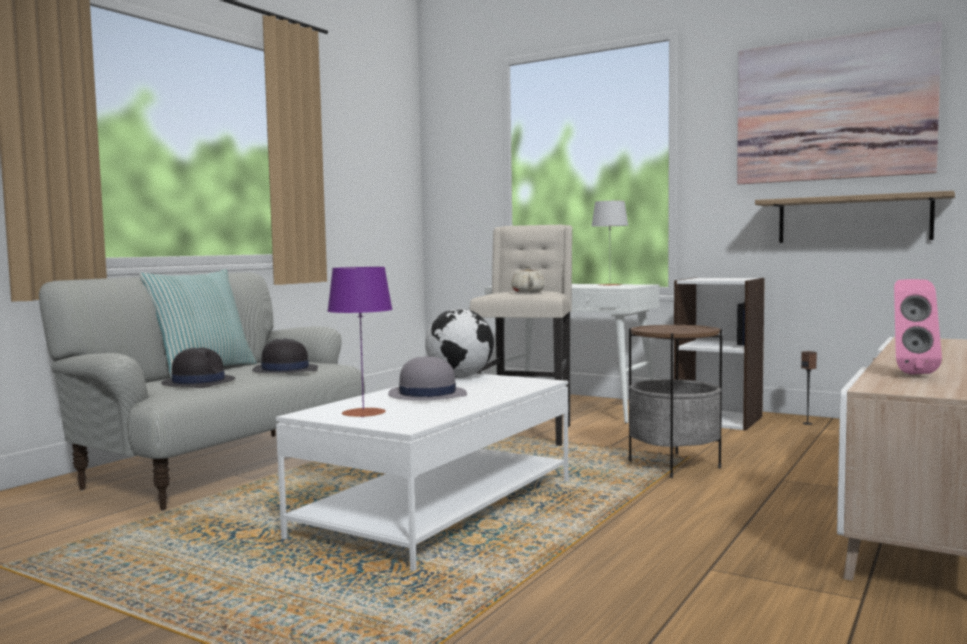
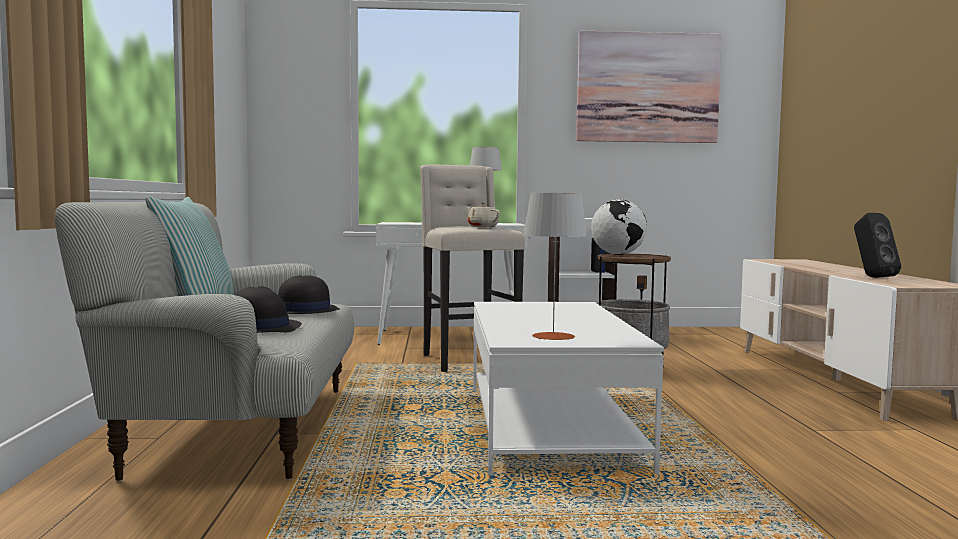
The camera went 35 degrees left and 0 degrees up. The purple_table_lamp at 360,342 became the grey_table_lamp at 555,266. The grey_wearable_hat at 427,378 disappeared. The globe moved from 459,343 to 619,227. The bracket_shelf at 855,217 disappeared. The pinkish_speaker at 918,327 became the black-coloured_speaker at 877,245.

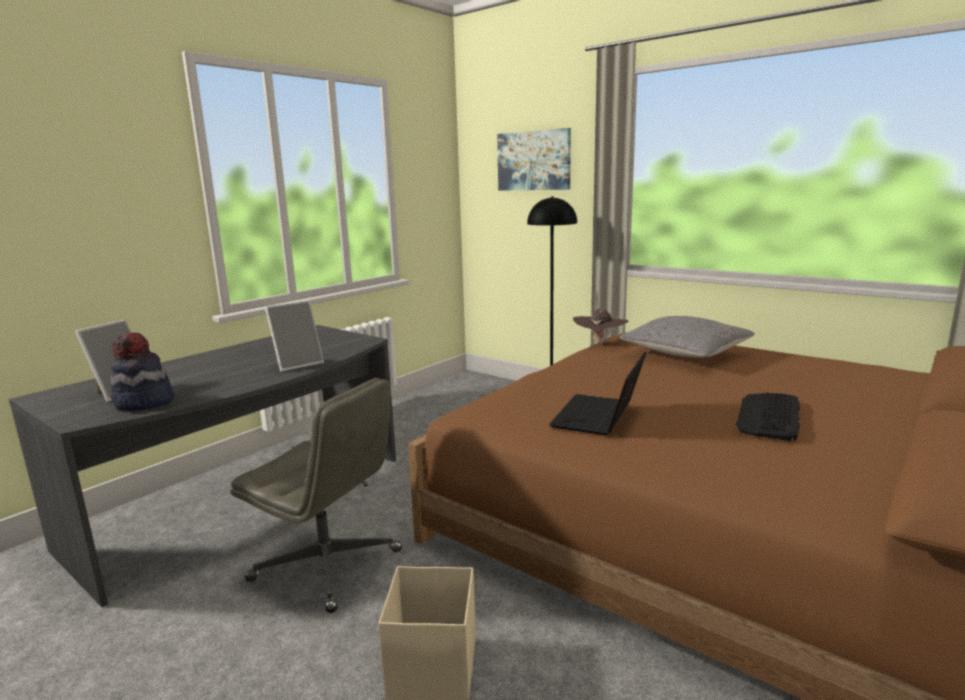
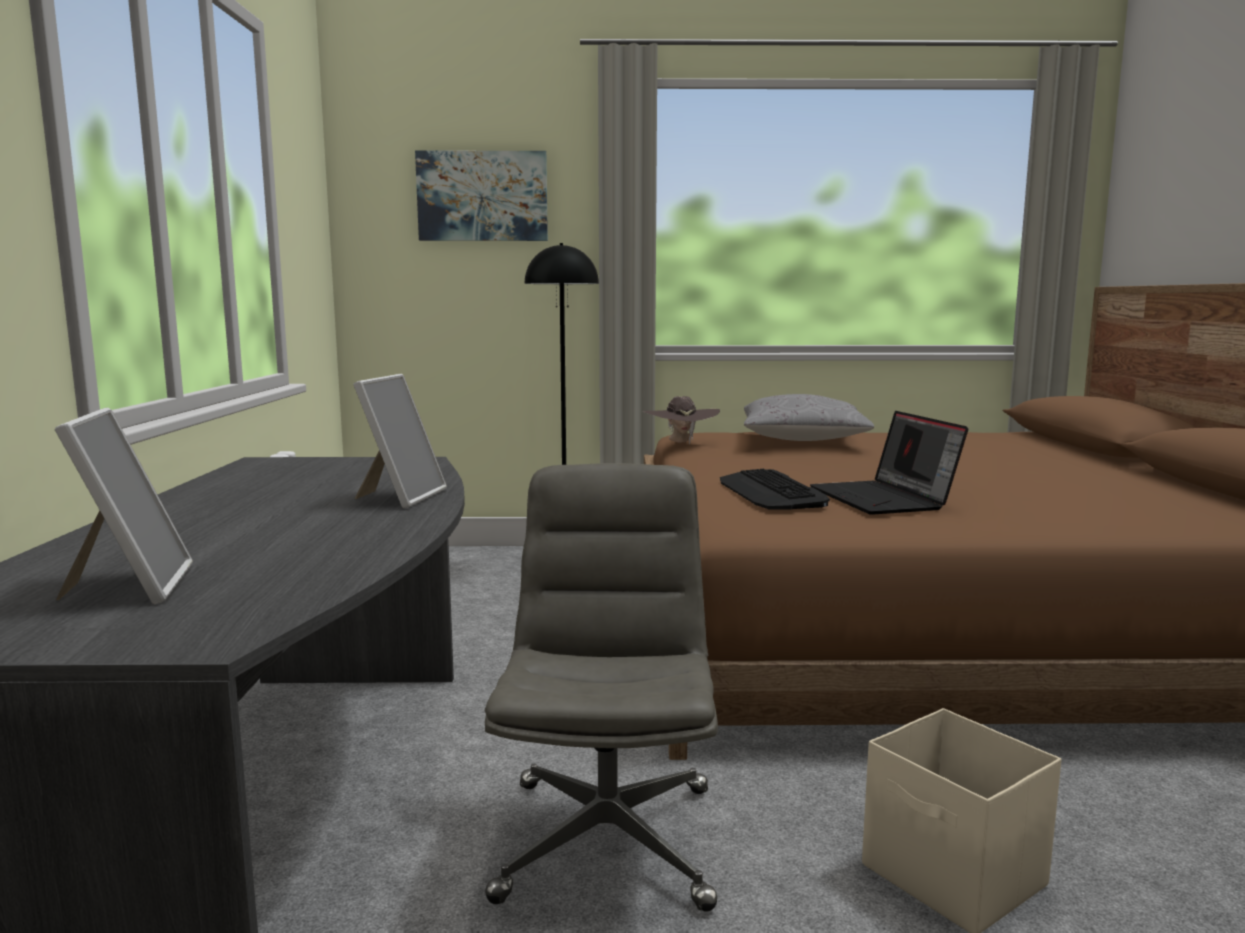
The camera went 40 degrees left and 5 degrees down. The wearable_hat at 142,371 disappeared. The grey_office_chair at 316,495 turned 75 degrees counterclockwise. The computer_keyboard moved from 768,416 to 775,489.

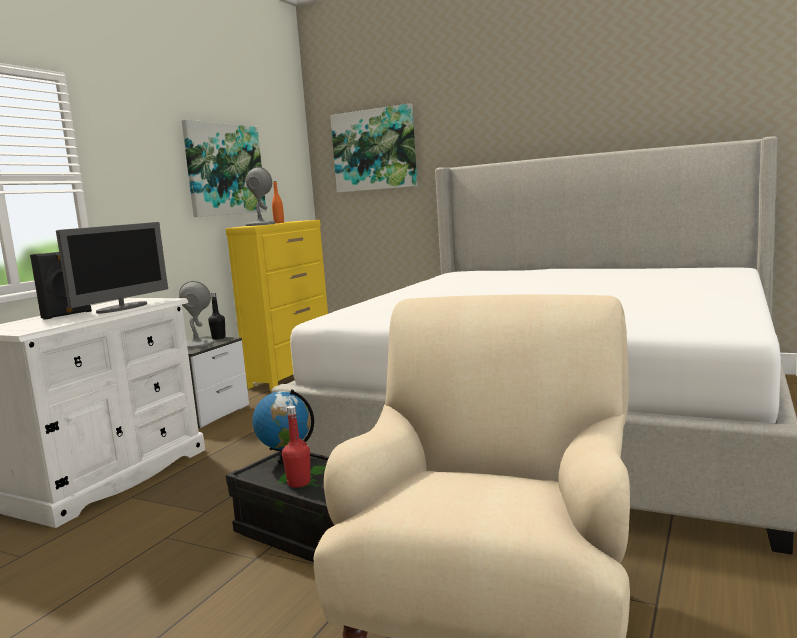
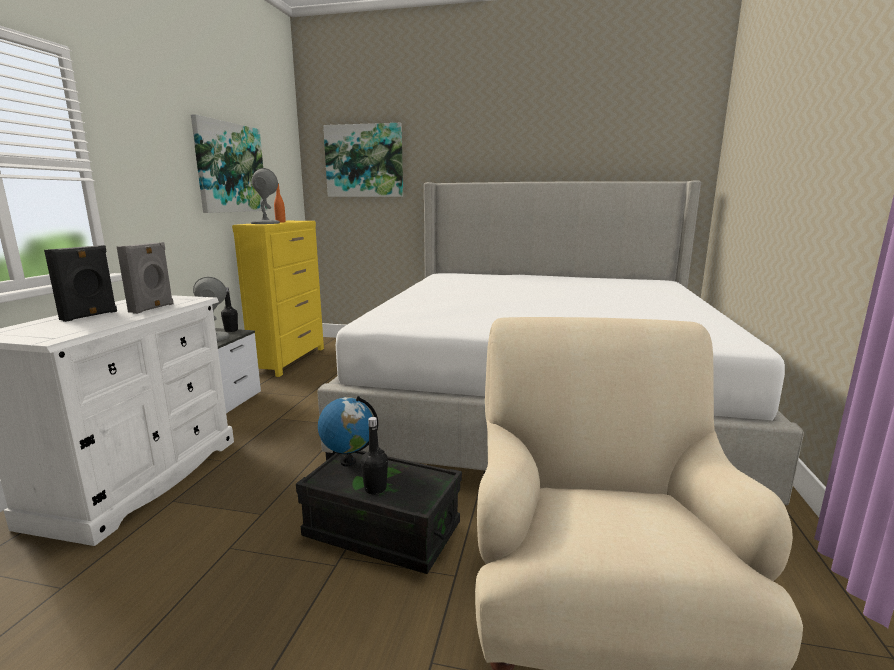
The camera went 15 degrees left and 5 degrees up. The computer_screen at 112,268 was replaced by the grey_speaker at 145,278. The red-coloured_beverage_bottle at 296,447 became the black-coloured_beverage_bottle at 374,456.

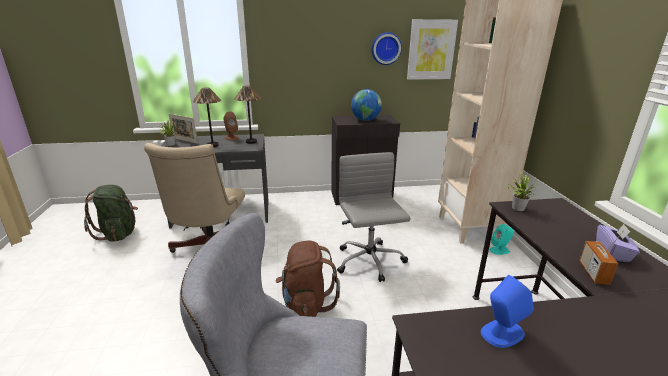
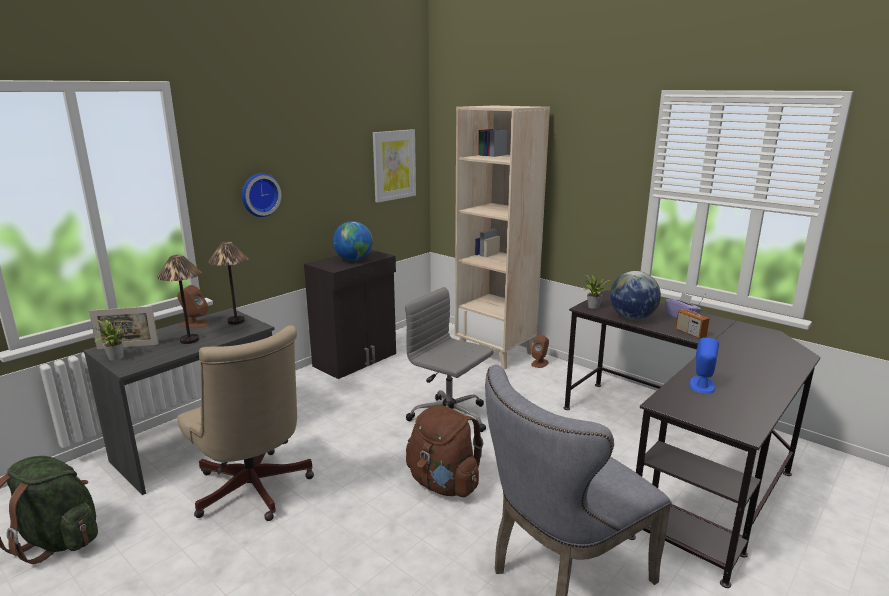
The camera went 40 degrees left and 5 degrees down. The hanging_clock moved from 387,48 to 261,195. The turquoise_speaker at 501,239 became the brown-coloured_speaker at 540,351. The globe at 635,295 appeared.

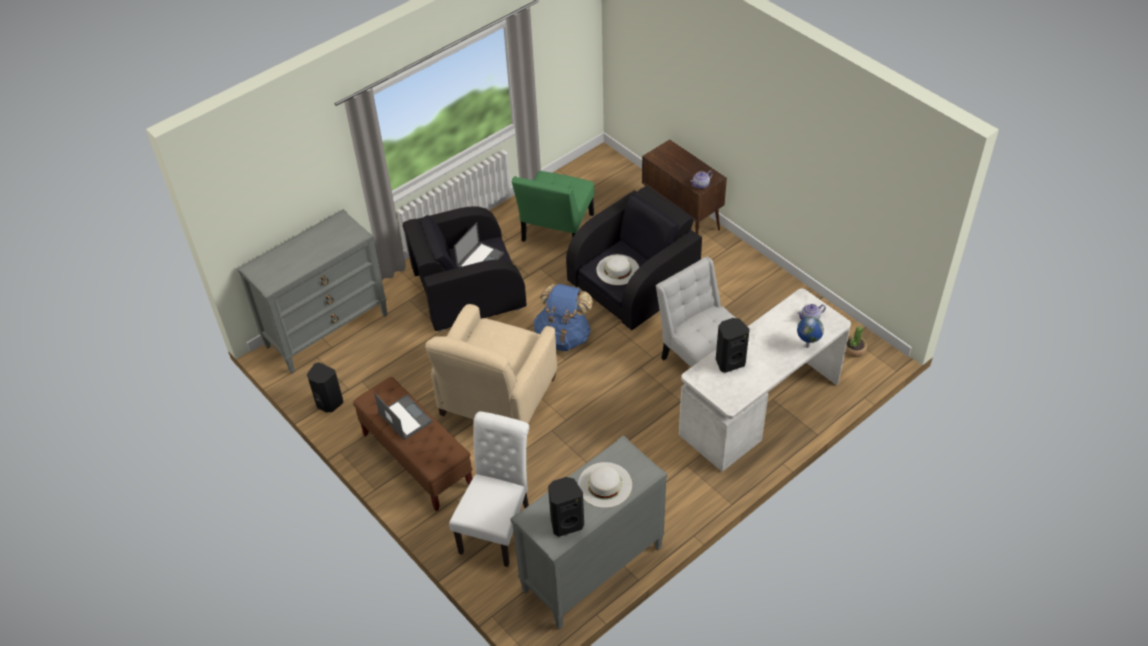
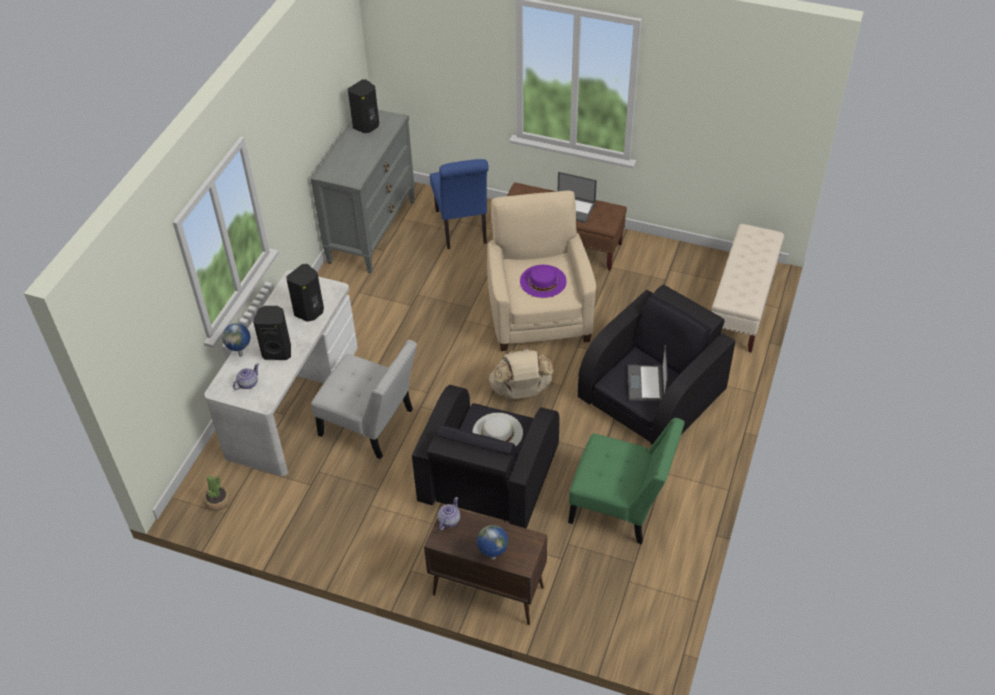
The camera went 150 degrees right and 0 degrees up. The grey_chest_of_drawers at 312,291 was replaced by the sand-coloured_long_seat at 748,288. The black-coloured_speaker moved from 325,387 to 272,333. The whitish_plain_chair at 489,489 became the blue_plain_chair at 459,204. The green_plain_chair at 553,206 turned 120 degrees clockwise. The blue_backpack at 563,317 became the sand-coloured_backpack at 521,373. The whitish_wearable_hat at 605,485 disappeared. The globe at 492,542 appeared. The purple_wearable_hat at 543,281 appeared.

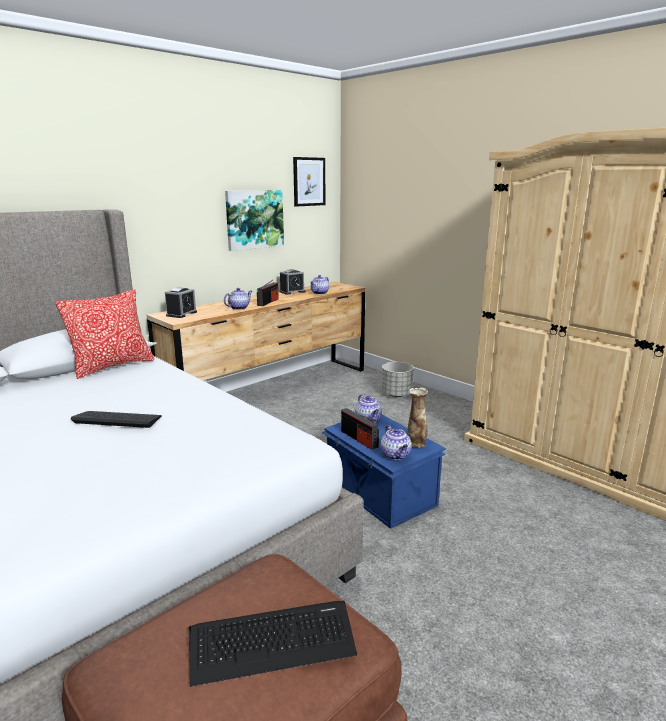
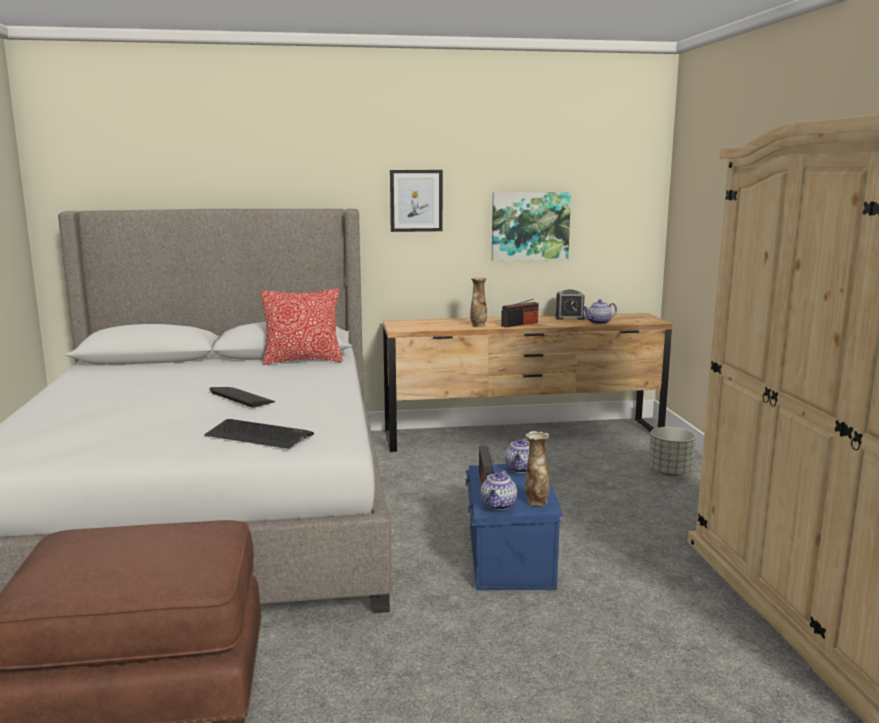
The camera went 35 degrees right and 5 degrees down. The table_clock at 181,302 disappeared. The computer_keyboard moved from 273,644 to 259,434. The pot_for_tea at 238,299 was replaced by the vase at 478,302. The wall_art moved from 309,182 to 416,201.

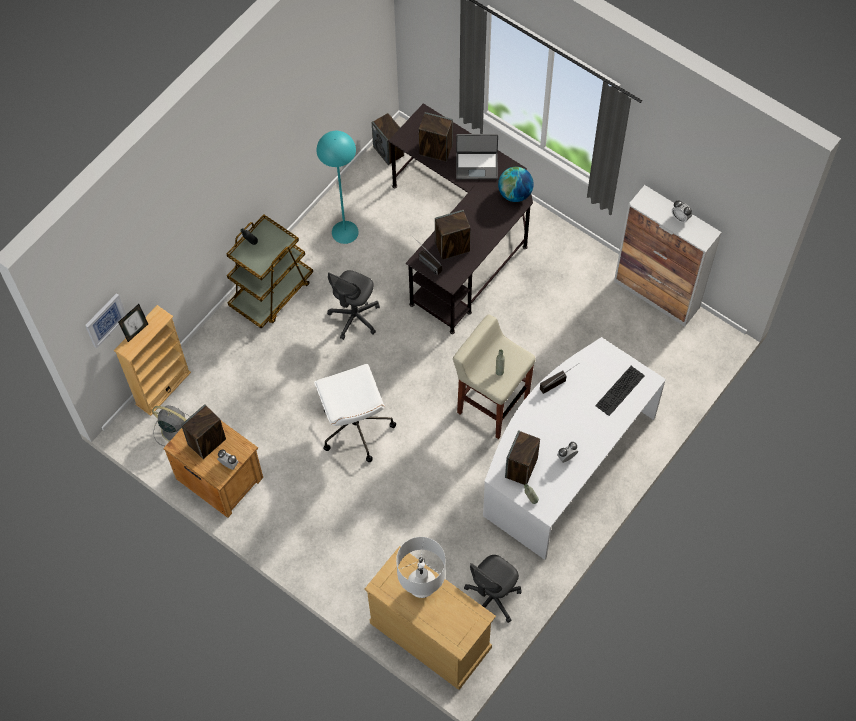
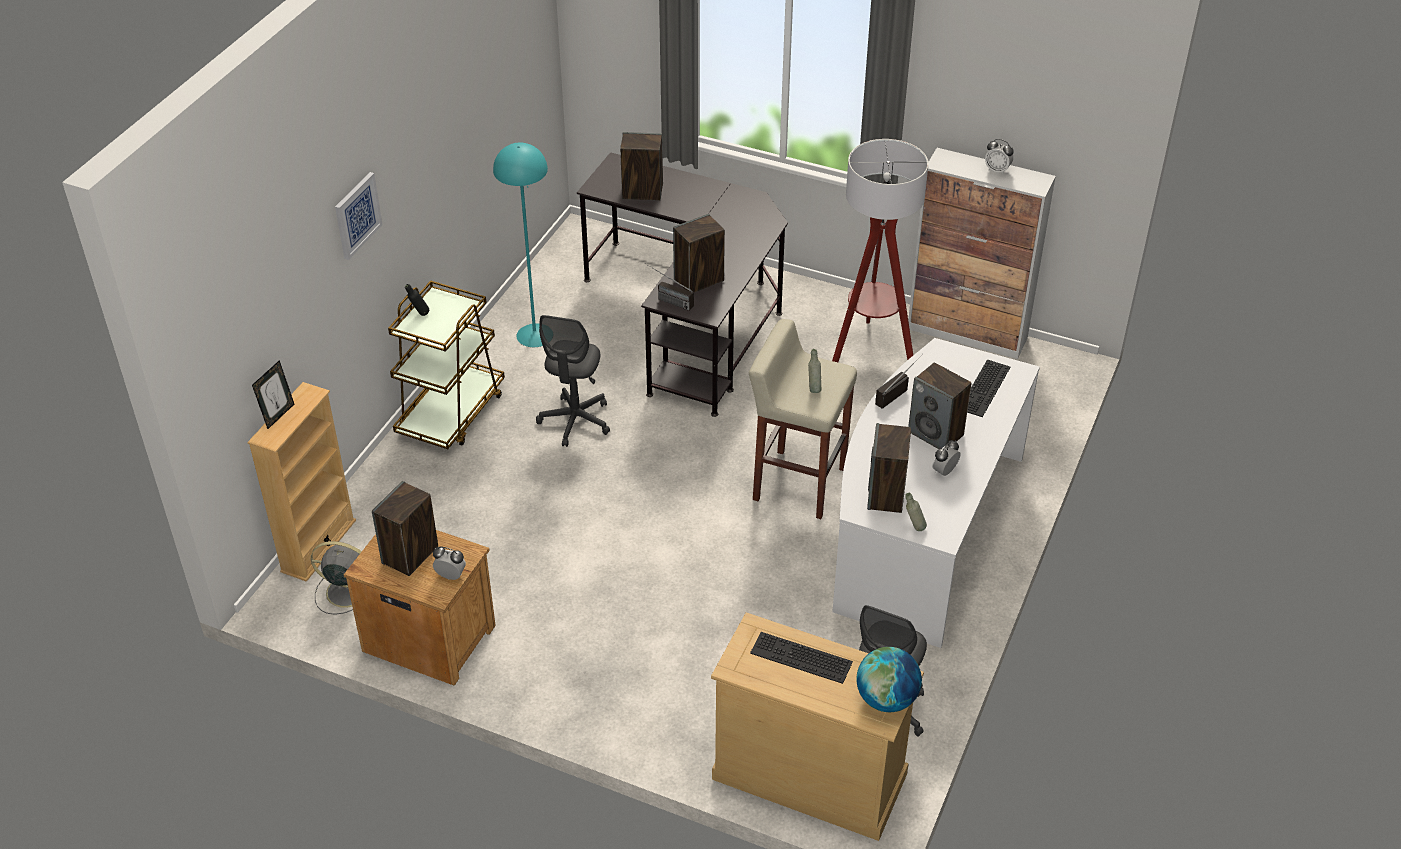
The camera went 15 degrees left and 20 degrees down. The wall_art moved from 105,320 to 358,216. The whitish_office_chair at 355,413 disappeared. The speaker moved from 388,139 to 939,405. The whitish_table_lamp at 421,567 was replaced by the computer_keyboard at 801,658. The laptop at 477,156 disappeared. The globe moved from 516,184 to 889,679. The standard_lamp at 880,250 appeared.

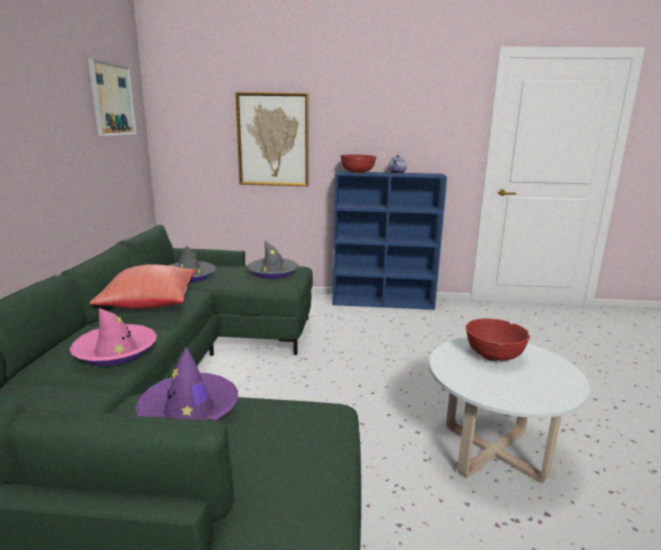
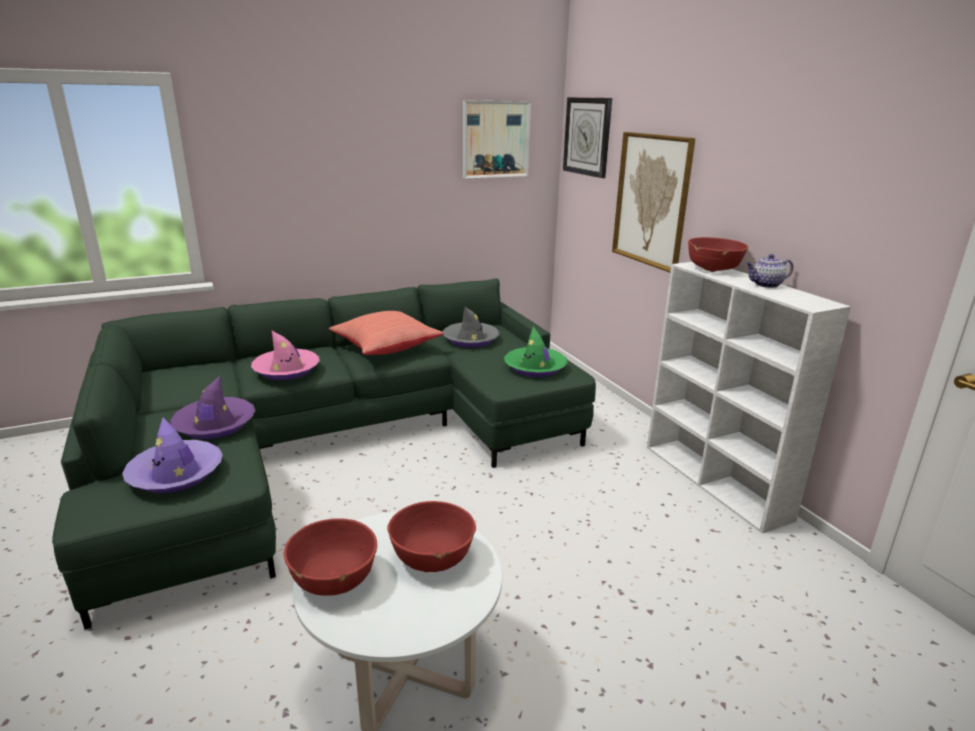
The camera went 60 degrees right and 5 degrees up. The grey_wearable_hat at 272,260 became the green_wearable_hat at 536,351. The blue_bookshelf at 389,240 became the whitish_bookshelf at 749,398. The purple_wearable_hat at 172,455 appeared. The red-coloured_deep_dish at 330,557 appeared. The hanging_clock at 587,137 appeared.

